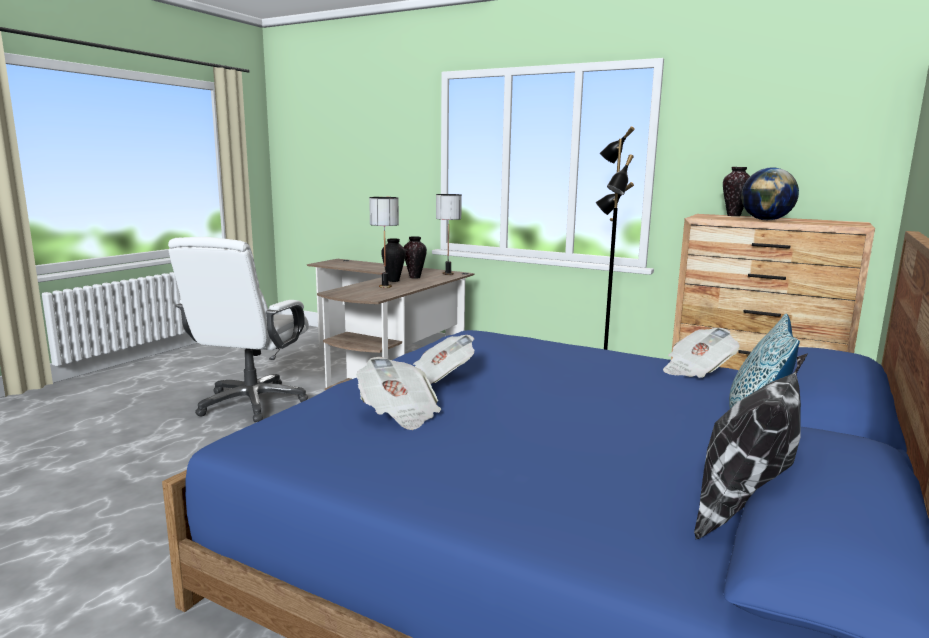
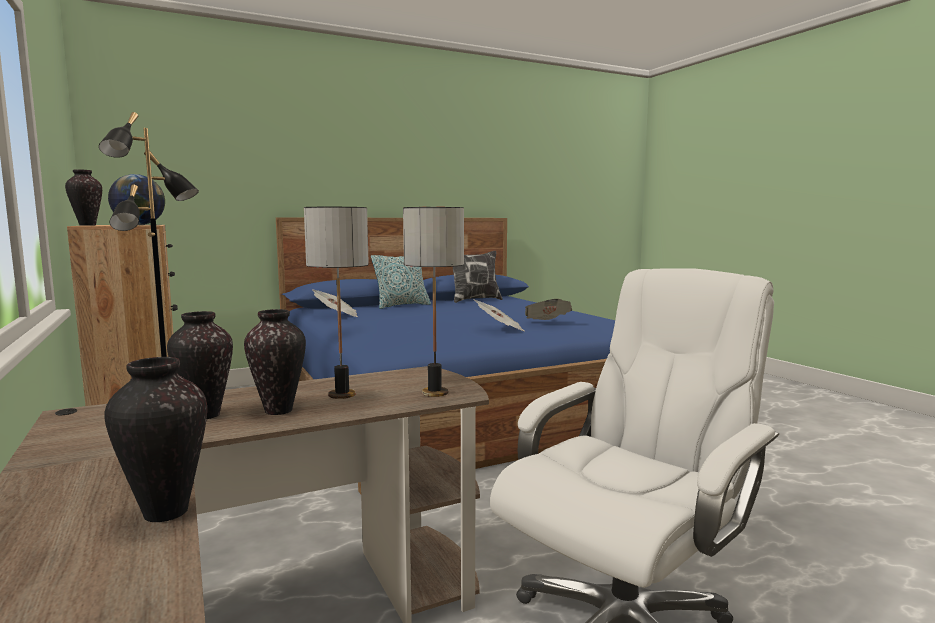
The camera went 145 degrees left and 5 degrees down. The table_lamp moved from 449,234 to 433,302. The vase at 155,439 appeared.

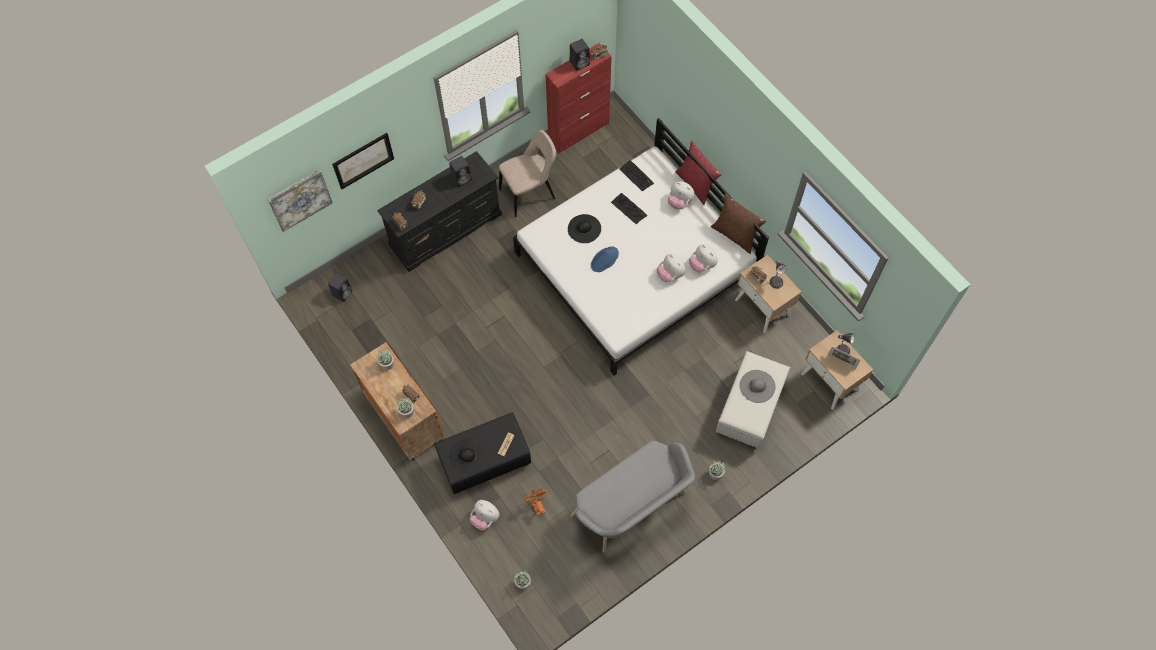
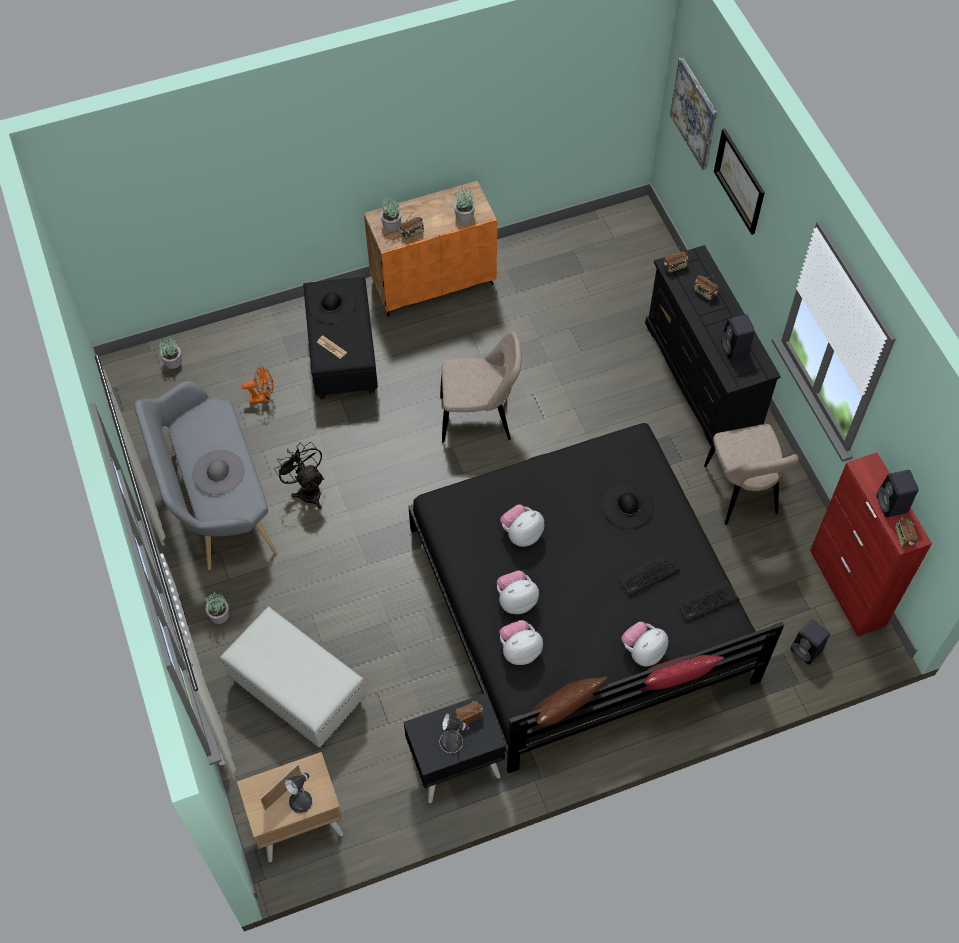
The camera went 105 degrees right and 5 degrees down. The black-coloured_speaker moved from 340,287 to 810,642. The cuddly_toy moved from 484,515 to 522,526. The whitish_sleeping_bed at 641,247 became the black-coloured_sleeping_bed at 596,598. The blue_wearable_hat at 605,259 disappeared. The sand-coloured_nightstand at 768,294 became the black-coloured_nightstand at 454,748. The grey_wearable_hat moved from 757,386 to 218,472. The black-coloured_cooling_fan at 299,475 appeared. The sand-coloured_plain_chair at 481,387 appeared.

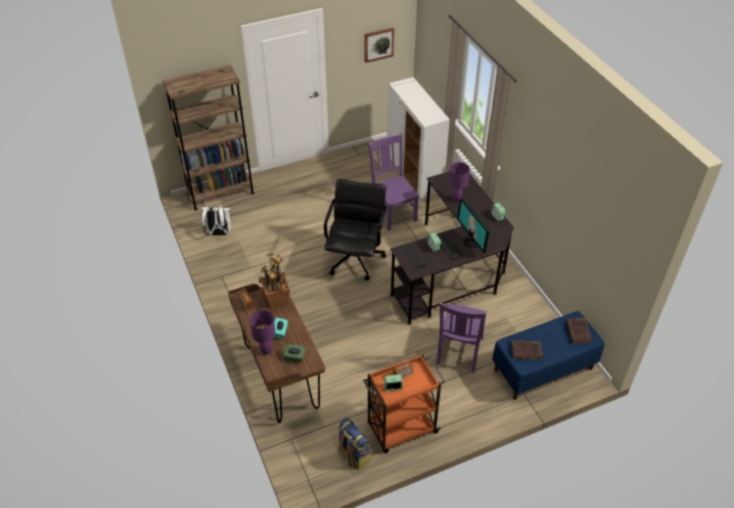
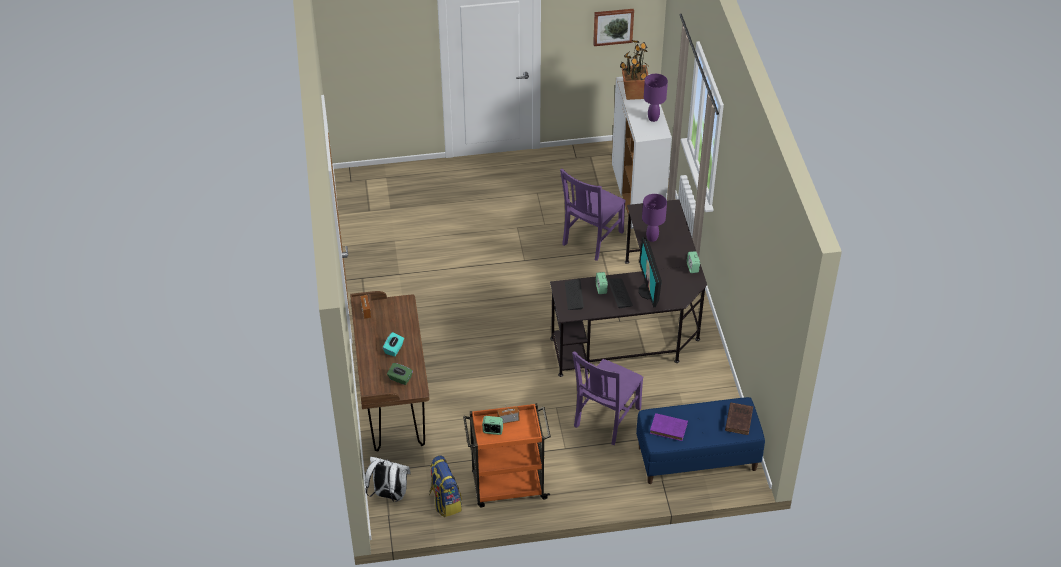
The camera went 15 degrees right and 0 degrees up. The brown-coloured_bookshelf at 208,137 disappeared. The whitish_backpack moved from 216,221 to 388,479. The purple_table_lamp moved from 263,332 to 656,98. The houseplant moved from 274,281 to 635,70. The black-coloured_office_chair at 355,229 disappeared. The purple_plain_chair at 393,182 turned 135 degrees counterclockwise. The brown-coloured_book at 527,350 became the purple_book at 669,427.

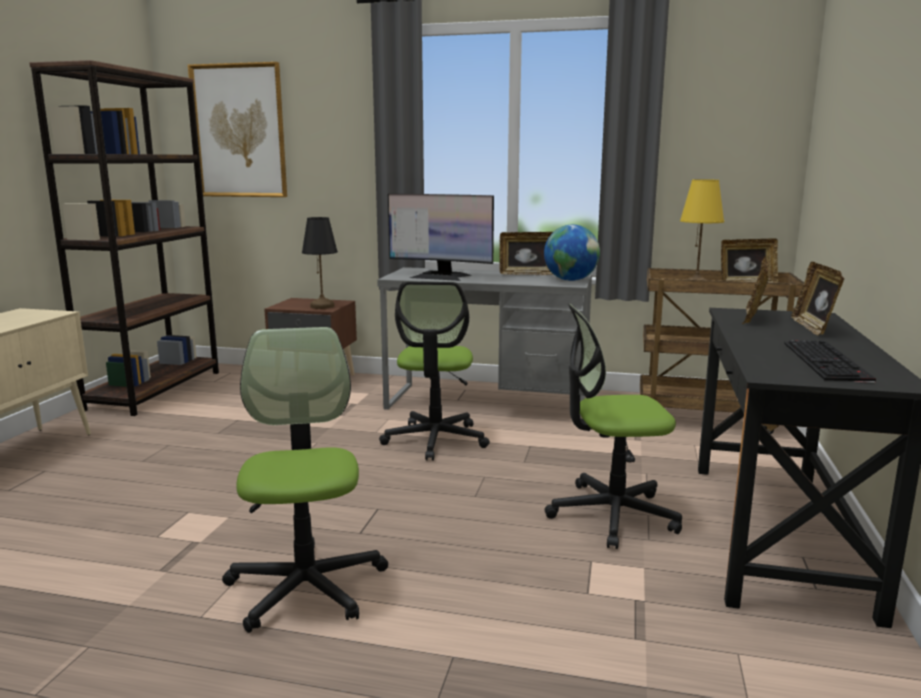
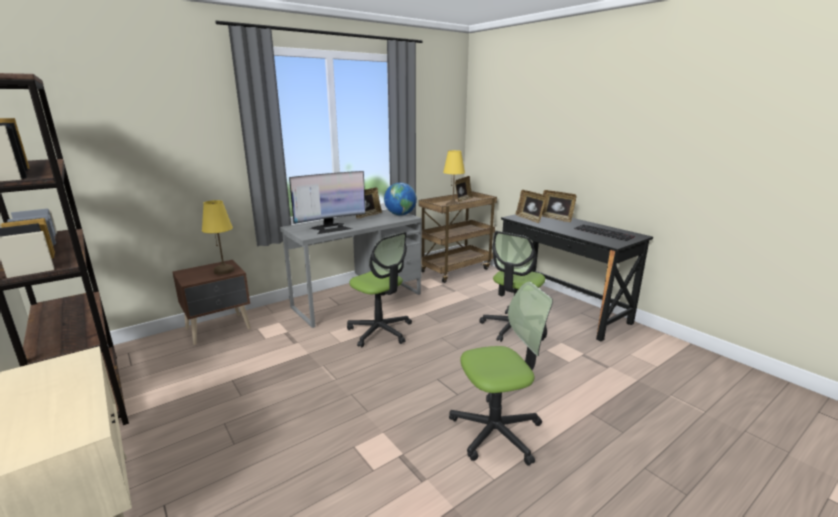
The camera went 50 degrees left and 5 degrees up. The wall_art at 237,129 disappeared. The office_chair at 305,480 turned 135 degrees clockwise. The black-coloured_table_lamp at 320,263 became the yellowish_table_lamp at 218,237.

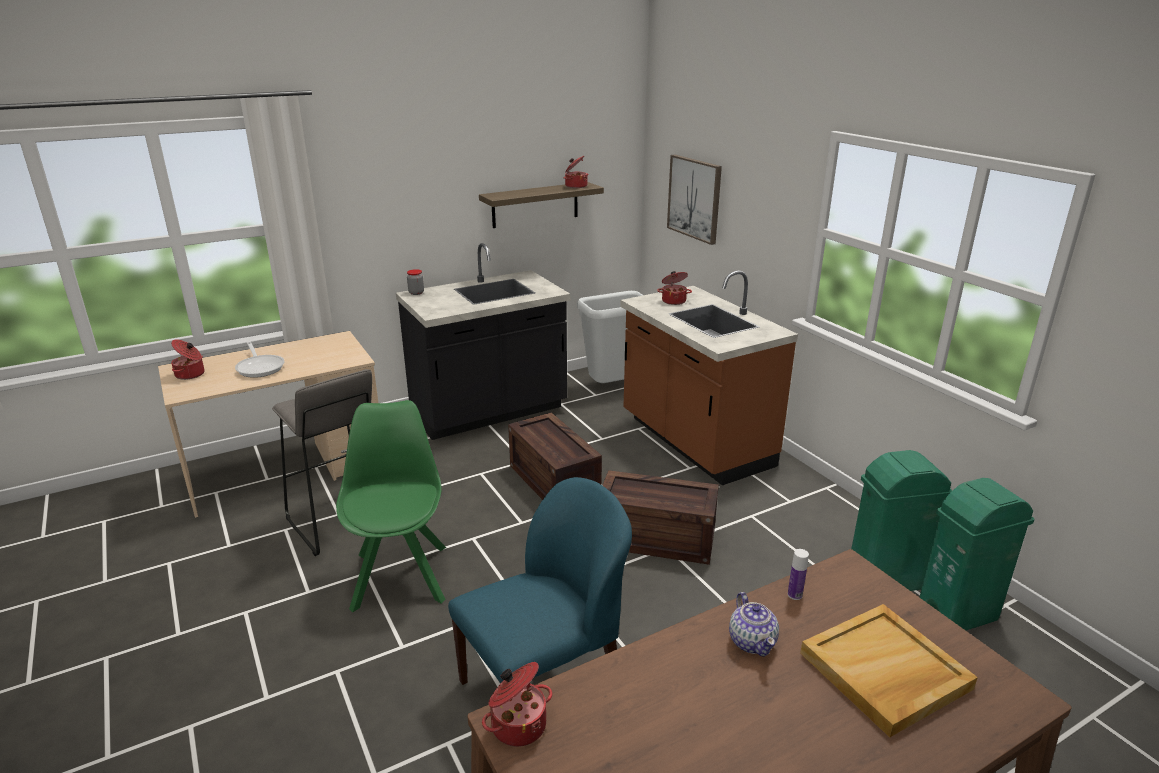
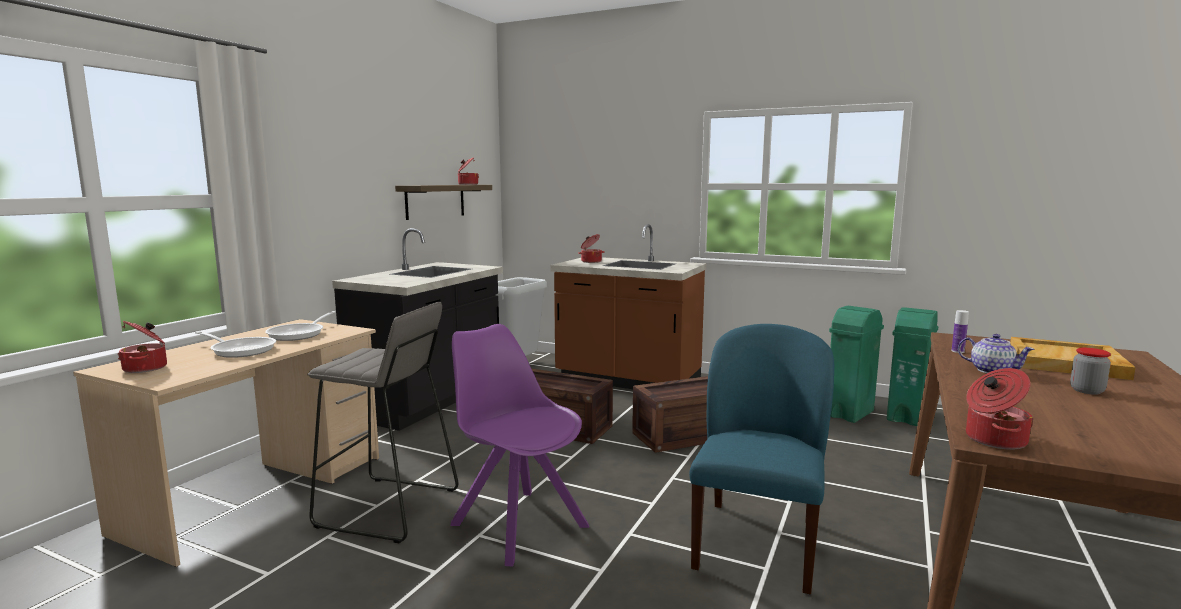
The camera went 35 degrees left and 15 degrees down. The green_plain_chair at 391,506 became the purple_plain_chair at 519,445. The storage_jar moved from 415,282 to 1090,371. The wall_art at 694,200 disappeared. The skillet at 300,326 appeared.

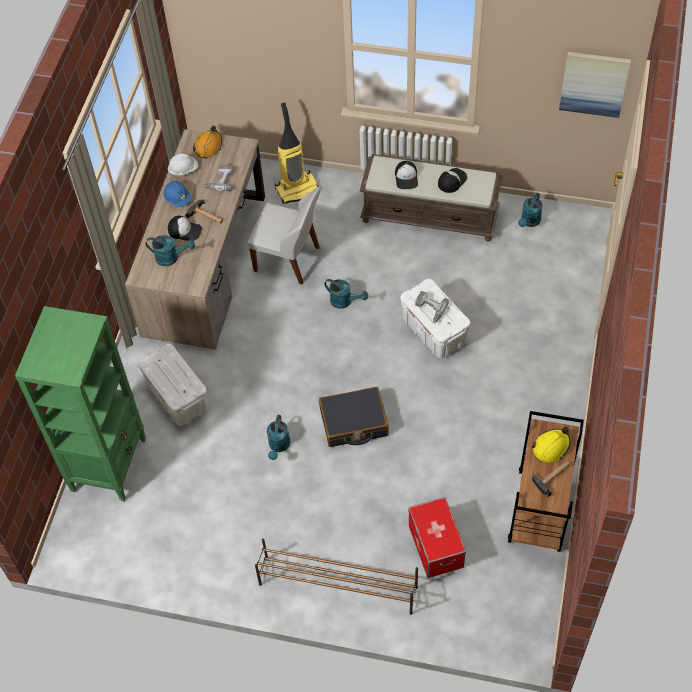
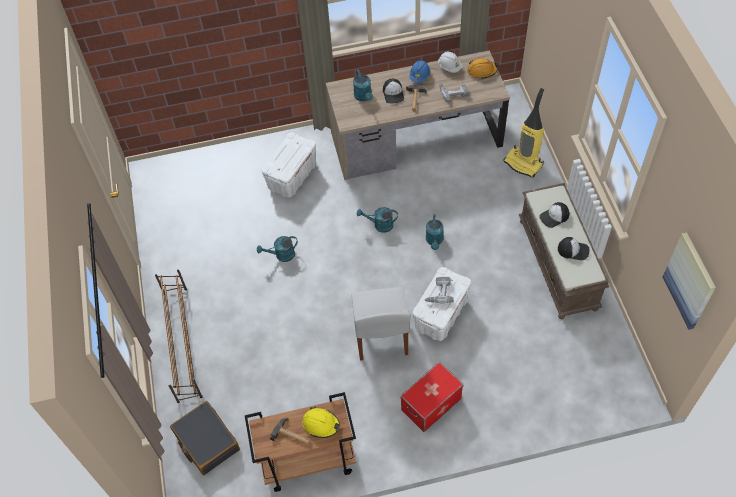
The camera went 65 degrees right and 0 degrees up. The green_bookshelf at 80,403 disappeared. The whitish_plain_chair moved from 284,236 to 381,324. The black-coloured_piece_of_luggage moved from 354,417 to 205,438. The storage_bin moved from 437,537 to 431,397. The turquoise_watering_pot moved from 530,210 to 377,220.

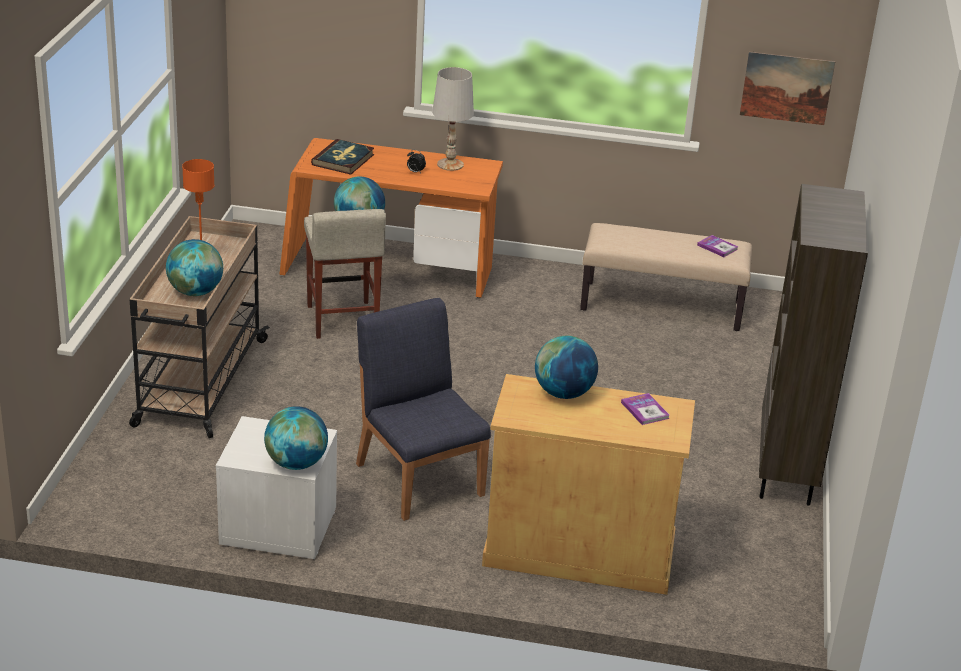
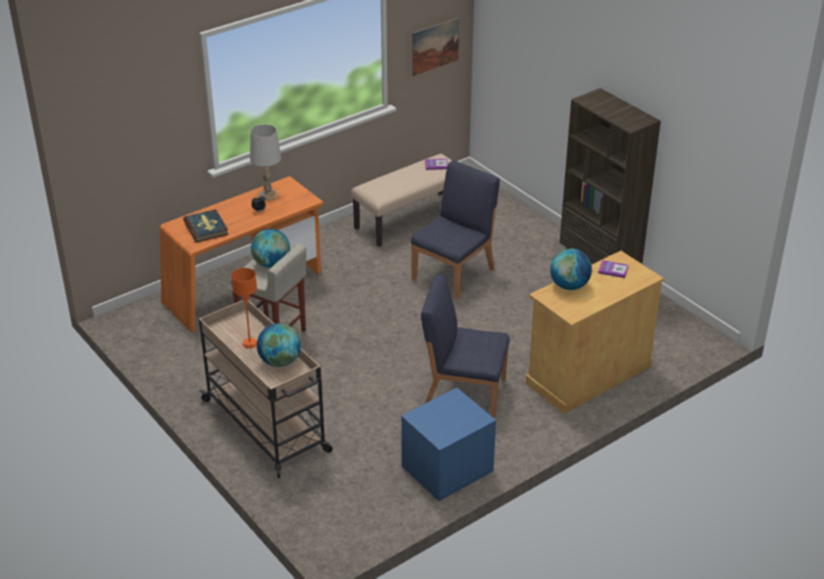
The camera went 45 degrees left and 5 degrees up. The whitish_nightstand at 276,487 became the blue_nightstand at 448,444. The globe at 296,438 disappeared. The blue_plain_chair at 455,229 appeared.

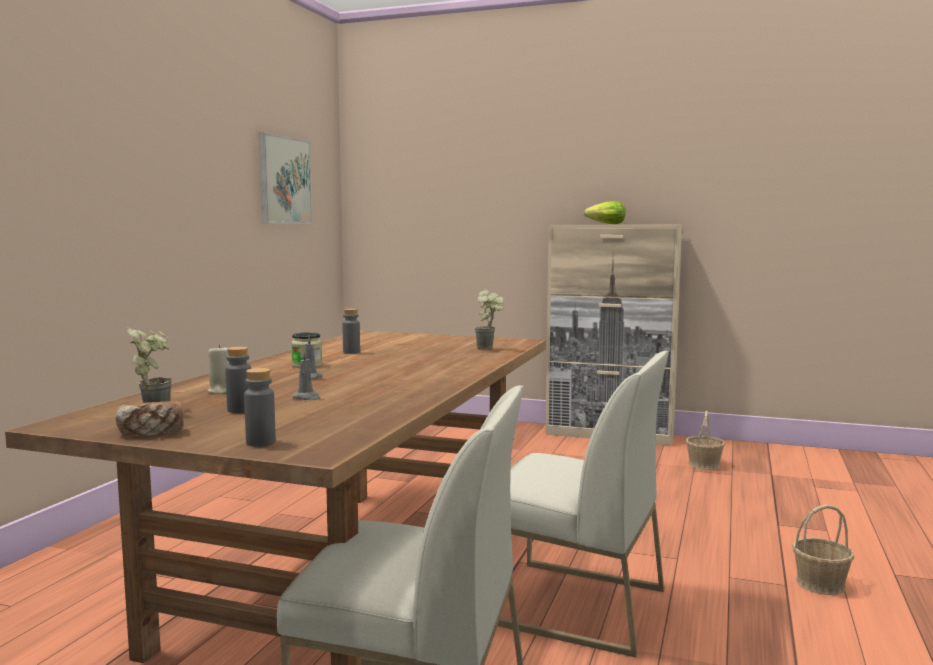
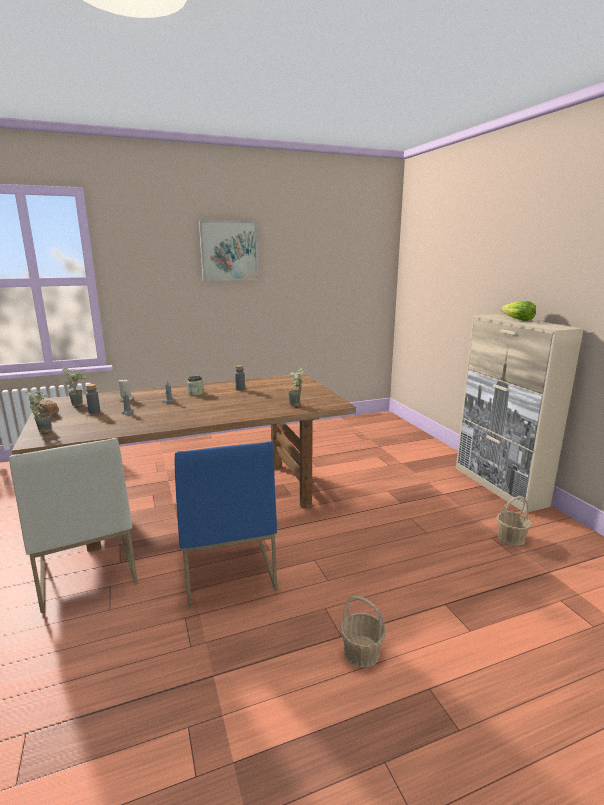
The camera went 50 degrees right and 10 degrees up. The grey_beverage_bottle at 260,407 was replaced by the houseplant at 39,412. The wall_art moved from 286,178 to 228,250. The whitish_plain_chair at 583,504 became the blue_plain_chair at 226,524.

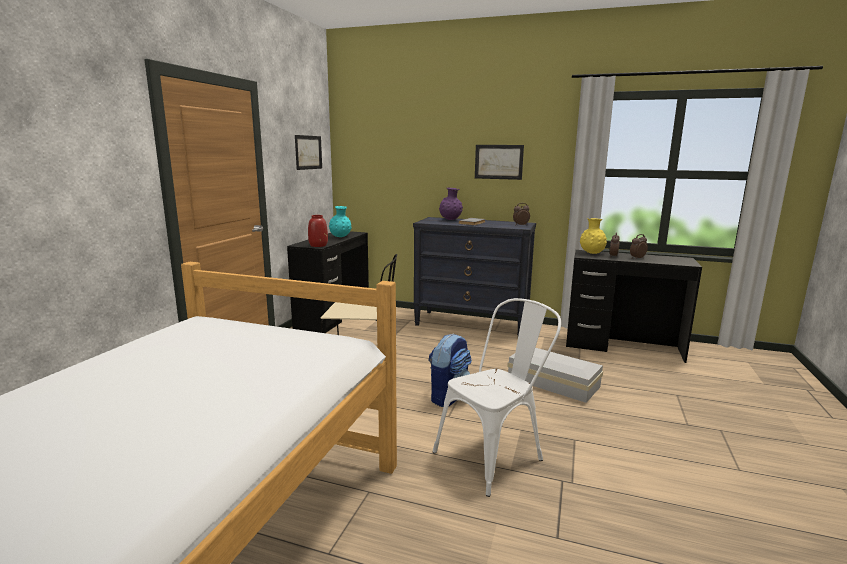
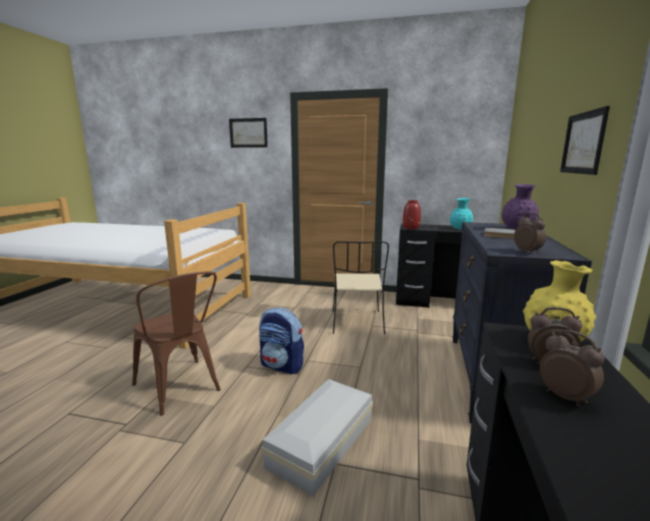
The camera went 85 degrees right and 0 degrees up. The wall_art moved from 308,152 to 248,133. The whitish_plain_chair at 497,397 became the brown-coloured_plain_chair at 176,343.

